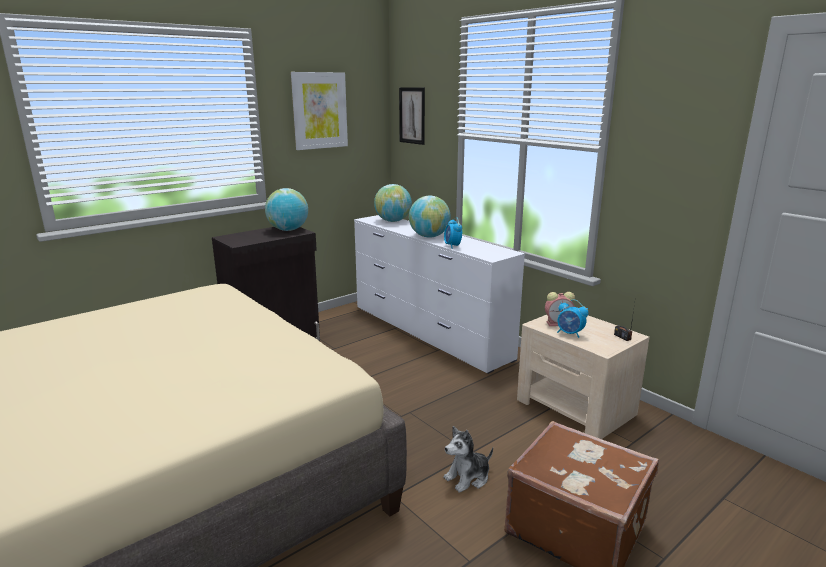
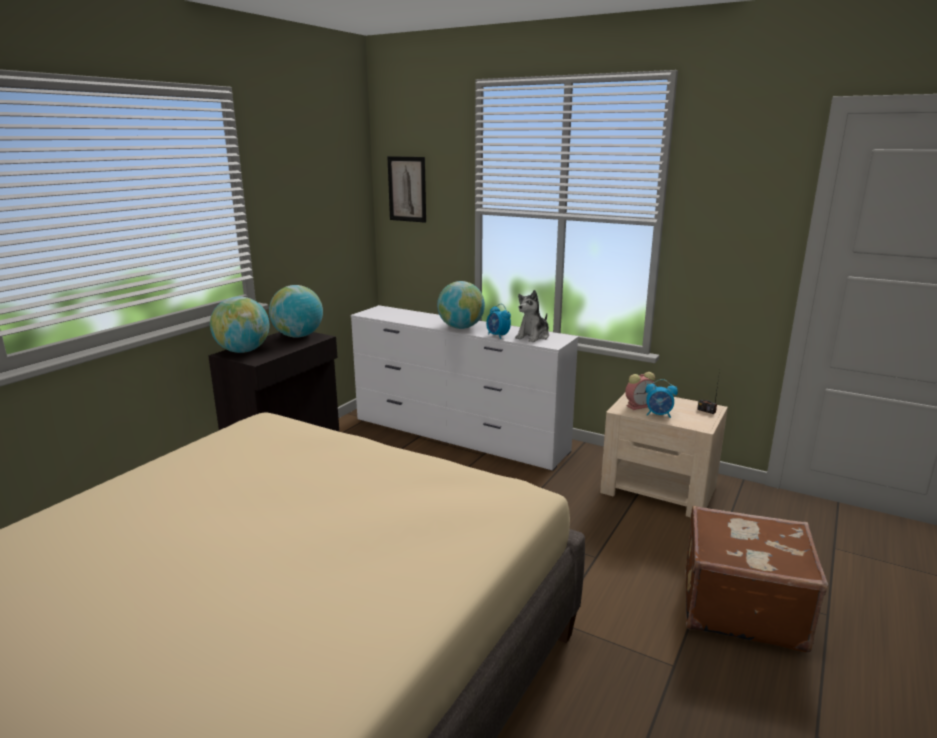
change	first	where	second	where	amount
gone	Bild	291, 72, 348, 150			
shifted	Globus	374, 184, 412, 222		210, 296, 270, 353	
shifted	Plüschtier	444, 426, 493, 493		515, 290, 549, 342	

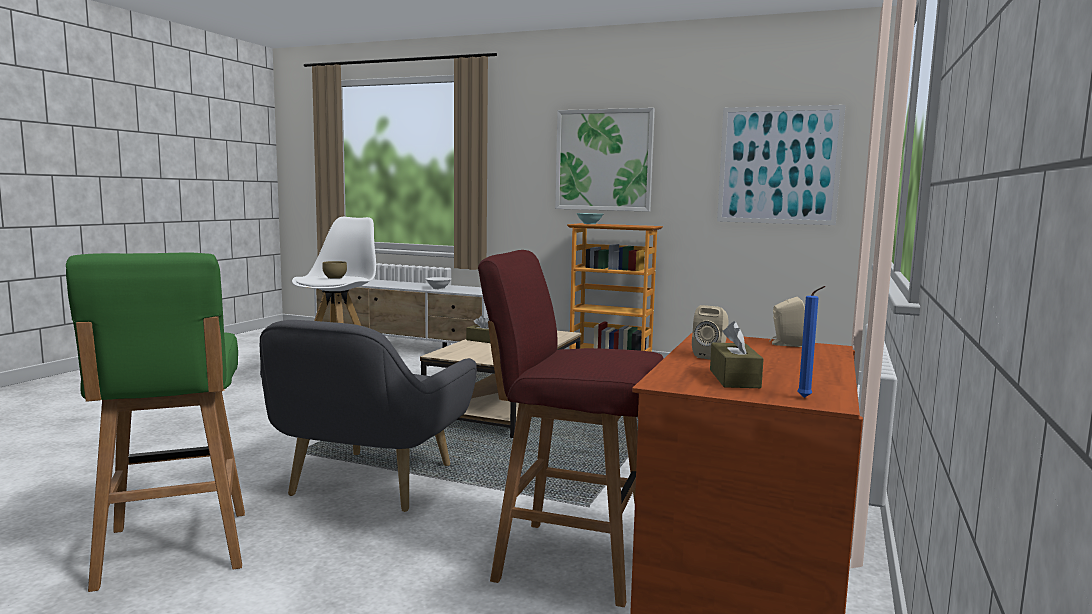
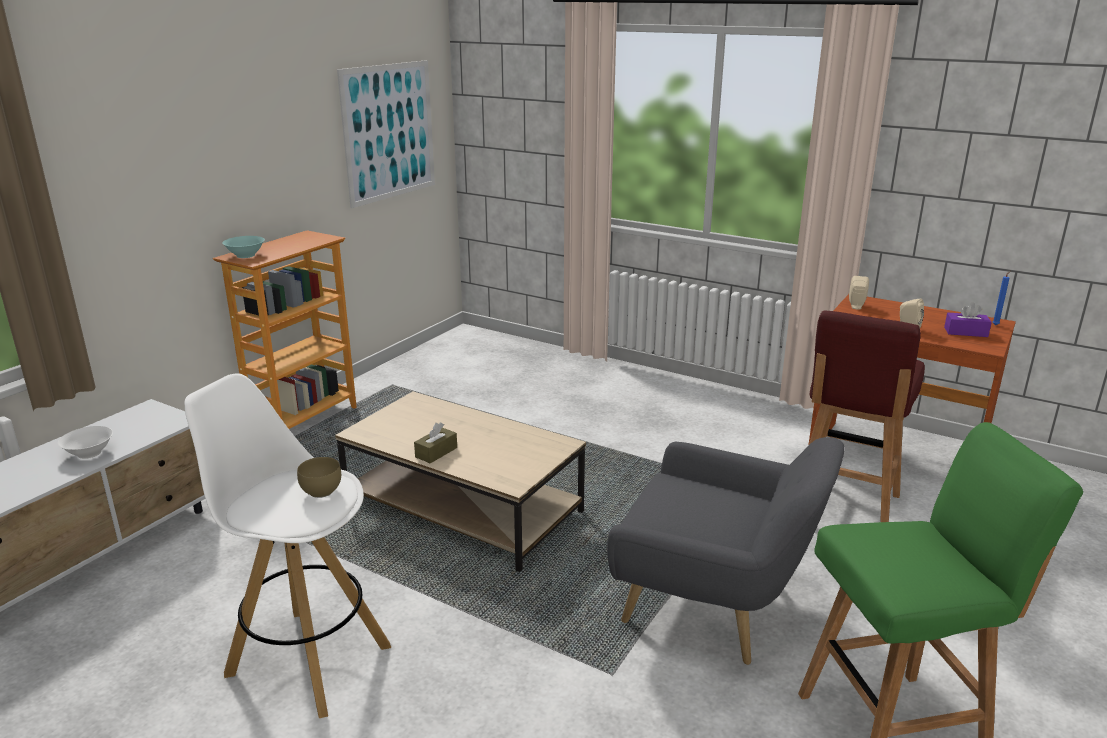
change	first	where	second	where	amount
gone	Bild	555, 108, 655, 212			
repainted	Taschentuchbox [braun]	710, 321, 764, 388	Taschentuchbox [lila]	944, 302, 992, 337	

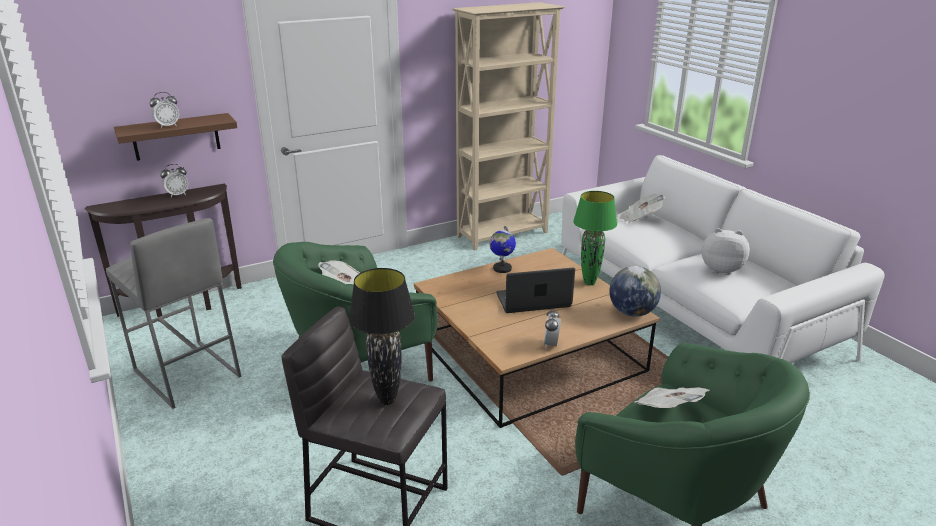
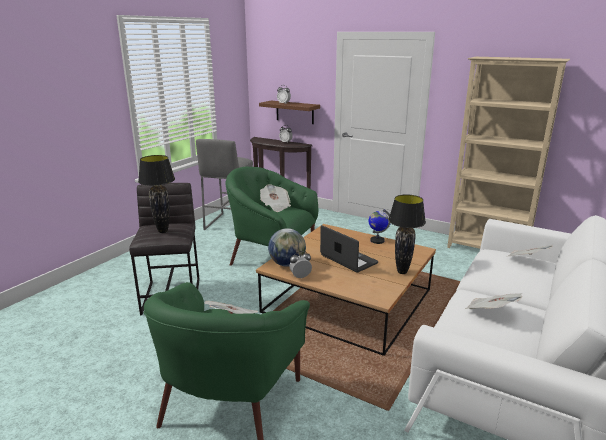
change	first	where	second	where	amount
repainted	Tischlampe [grün]	573, 191, 617, 285	Tischlampe [schwarz]	388, 194, 426, 274	
shifted	Globus	609, 266, 661, 317		268, 228, 306, 267	
swapped	Plüschtier	701, 228, 750, 275	Zeitung	465, 293, 523, 309	

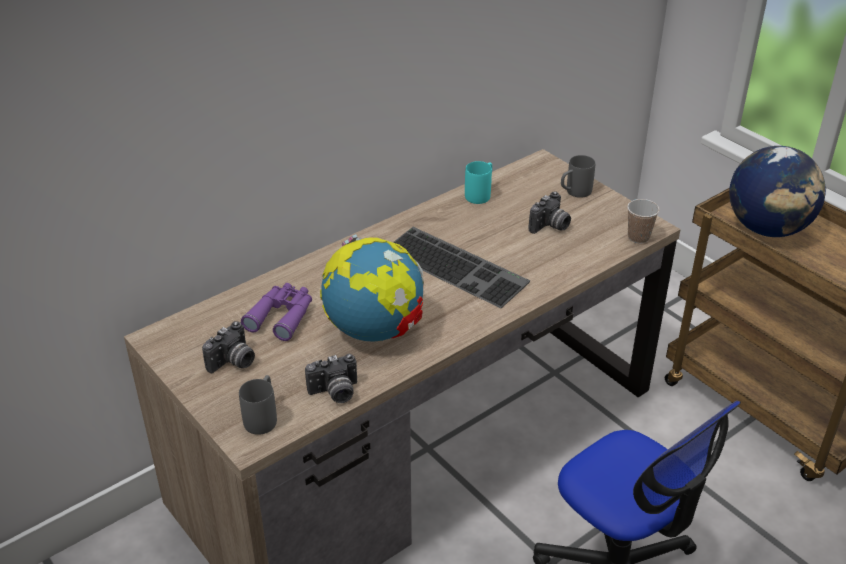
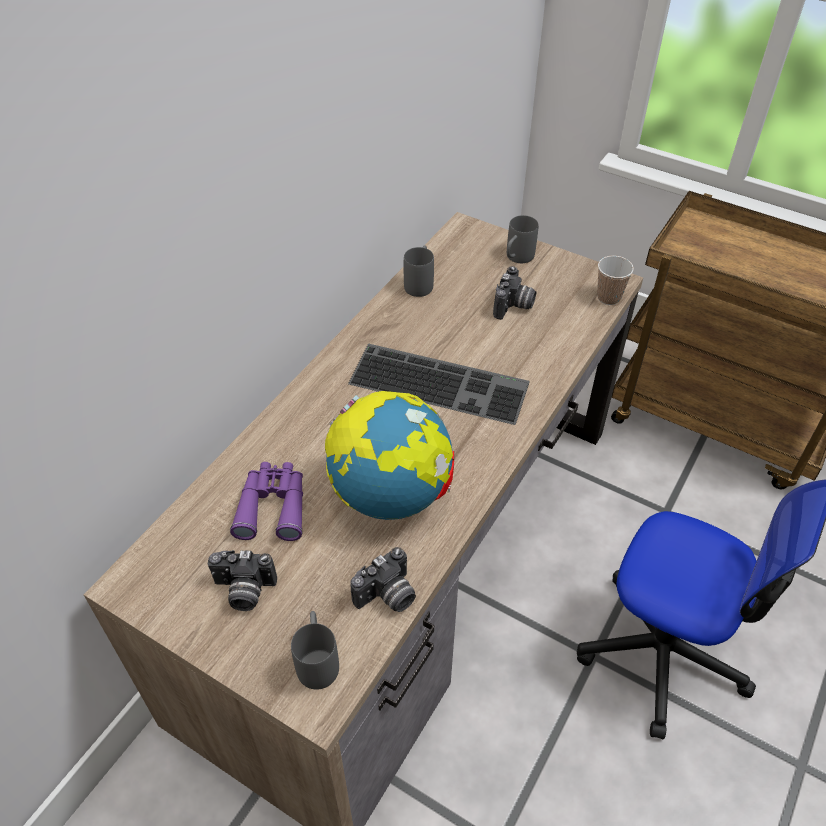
change	first	where	second	where	amount
rotated	Kamera	202, 321, 255, 373		208, 550, 277, 611	75 degrees clockwise
repainted	Henkelbecher [türkis]	465, 161, 492, 204	Henkelbecher [grau]	404, 245, 434, 297	
gone	Globus	729, 146, 826, 237			

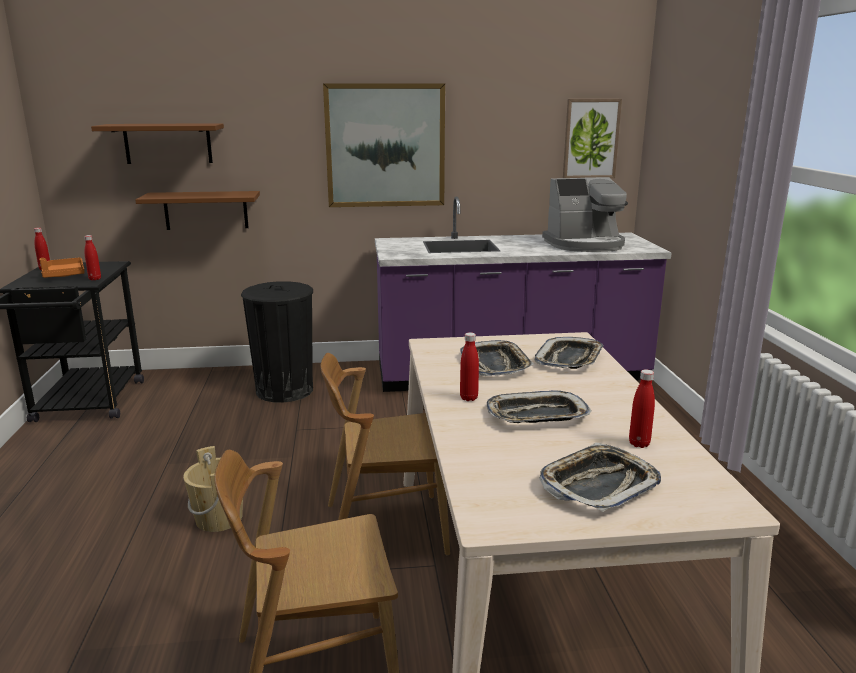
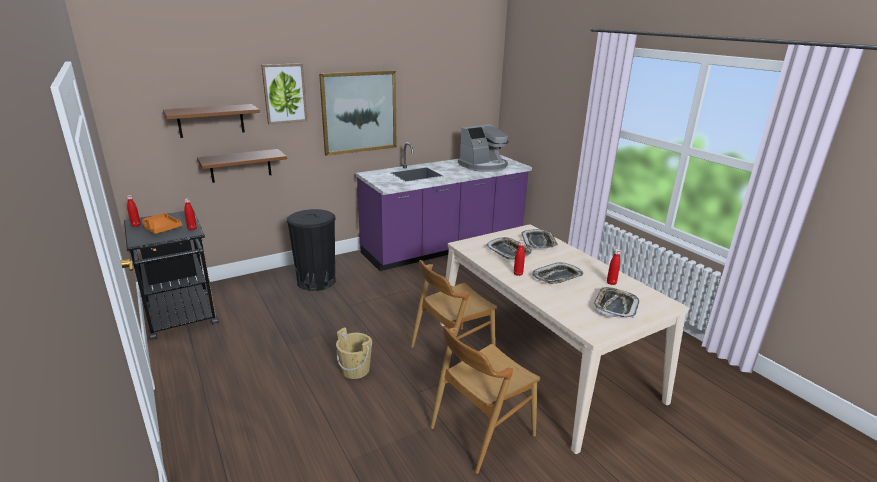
change	first	where	second	where	amount
shifted	Bild	563, 99, 622, 178		261, 63, 308, 124	

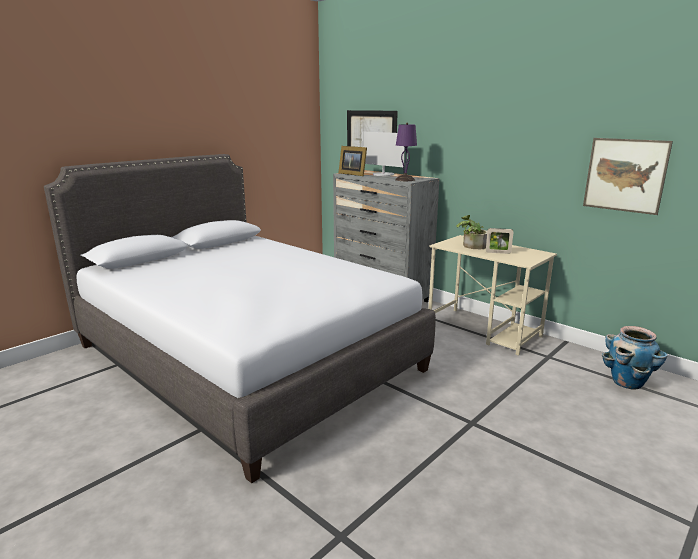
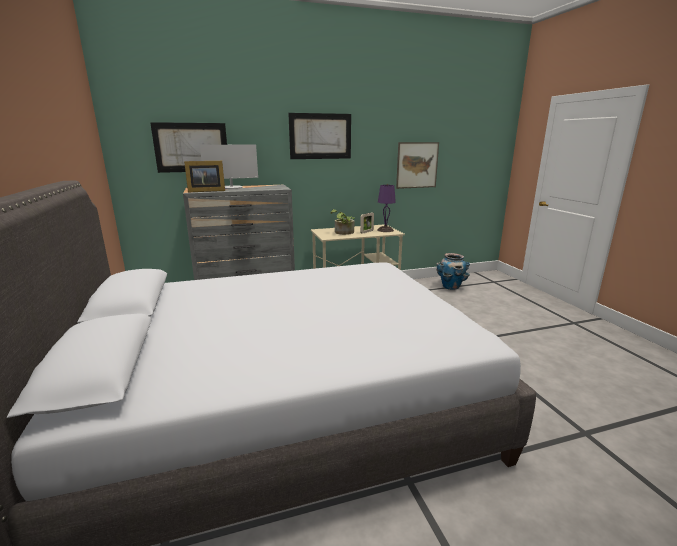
change	first	where	second	where	amount
shifted	Tischlampe [lila]	395, 123, 417, 181		377, 184, 396, 232	
new			Bild	288, 113, 351, 159	

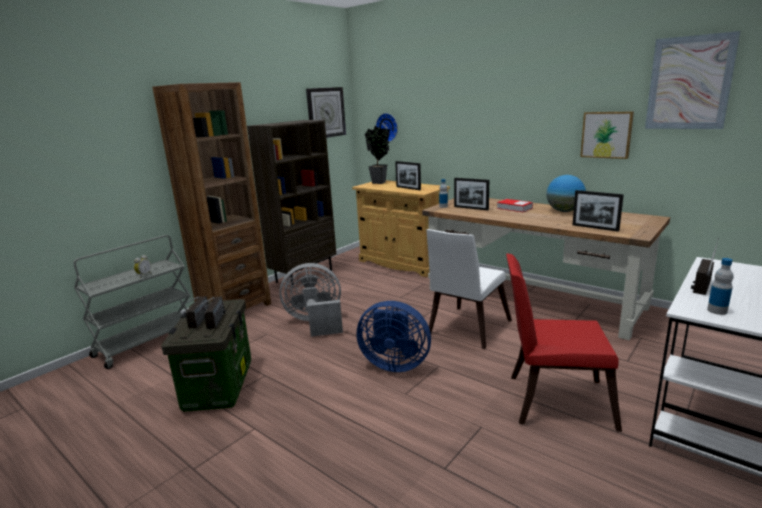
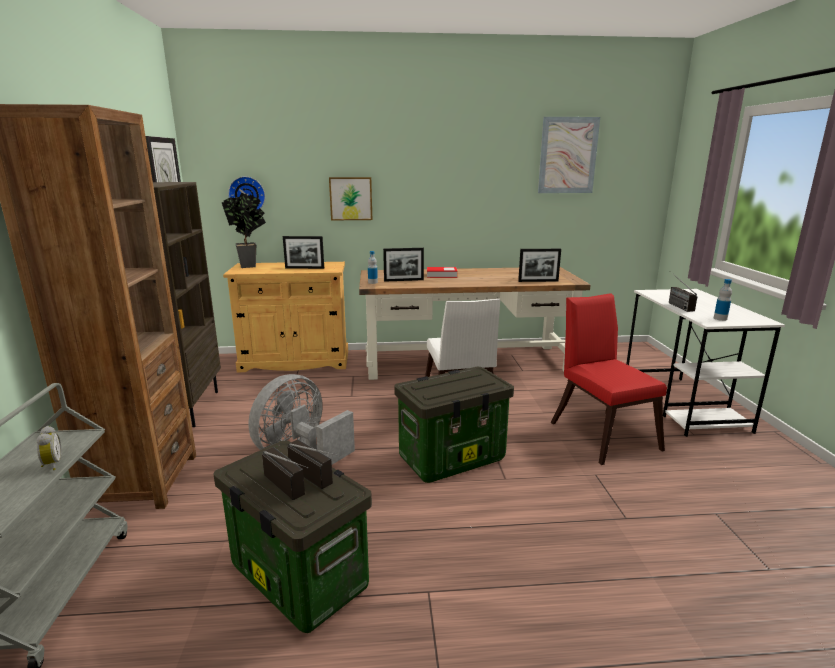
change	first	where	second	where	amount
swapped	Ventilator [blau]	357, 301, 431, 372	Aufbewahrungsbox	394, 367, 514, 483	
rotated	Stuhl [rot]	506, 253, 622, 432		550, 293, 667, 465	105 degrees clockwise
gone	Globus	546, 175, 586, 212			
shifted	Bild	580, 111, 634, 159		329, 177, 372, 220	

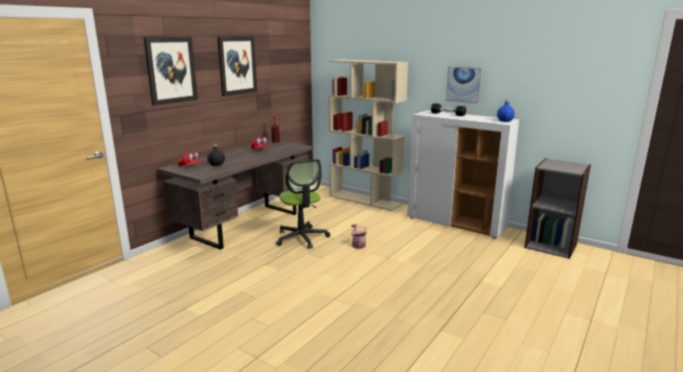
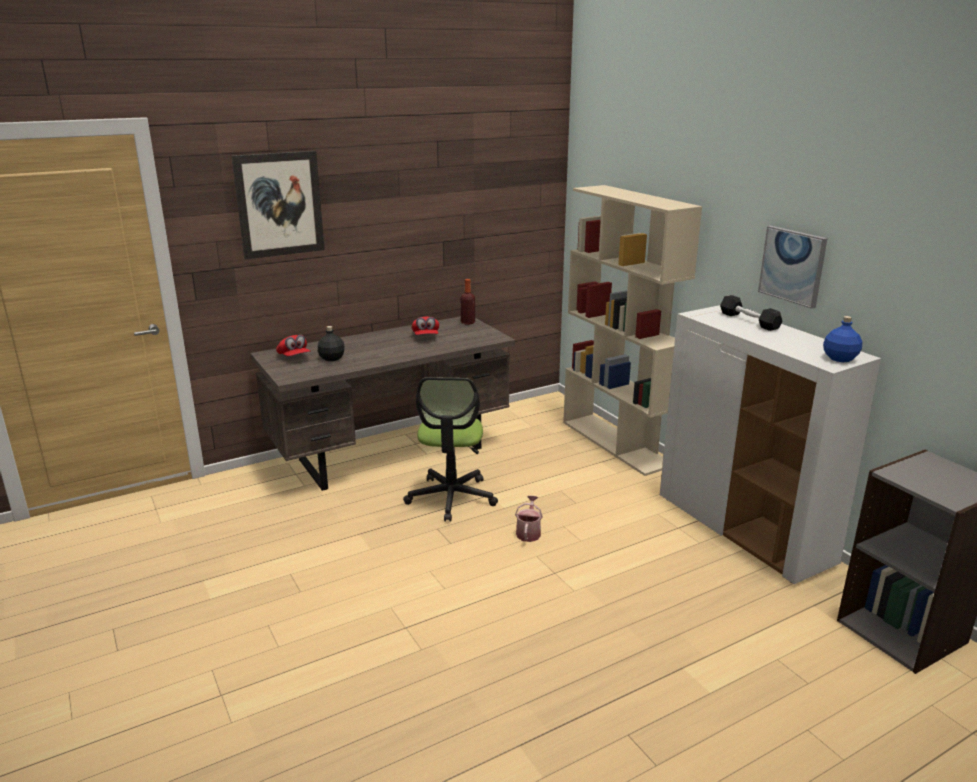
change	first	where	second	where	amount
gone	Bild	217, 36, 257, 96			

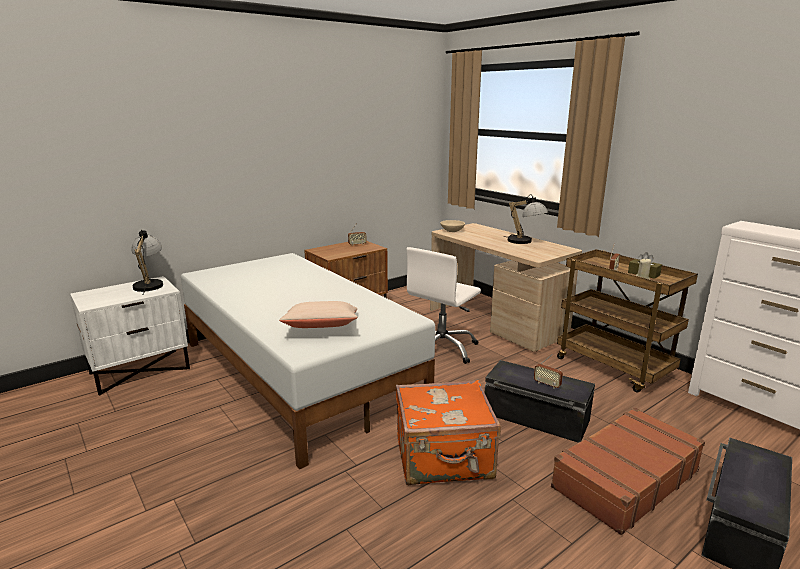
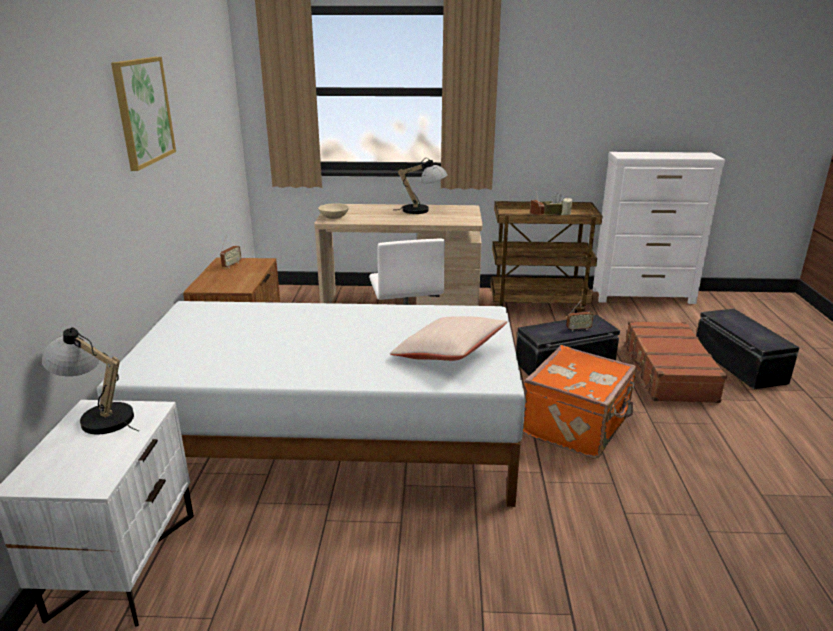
change	first	where	second	where	amount
new			Bild	111, 57, 176, 171	

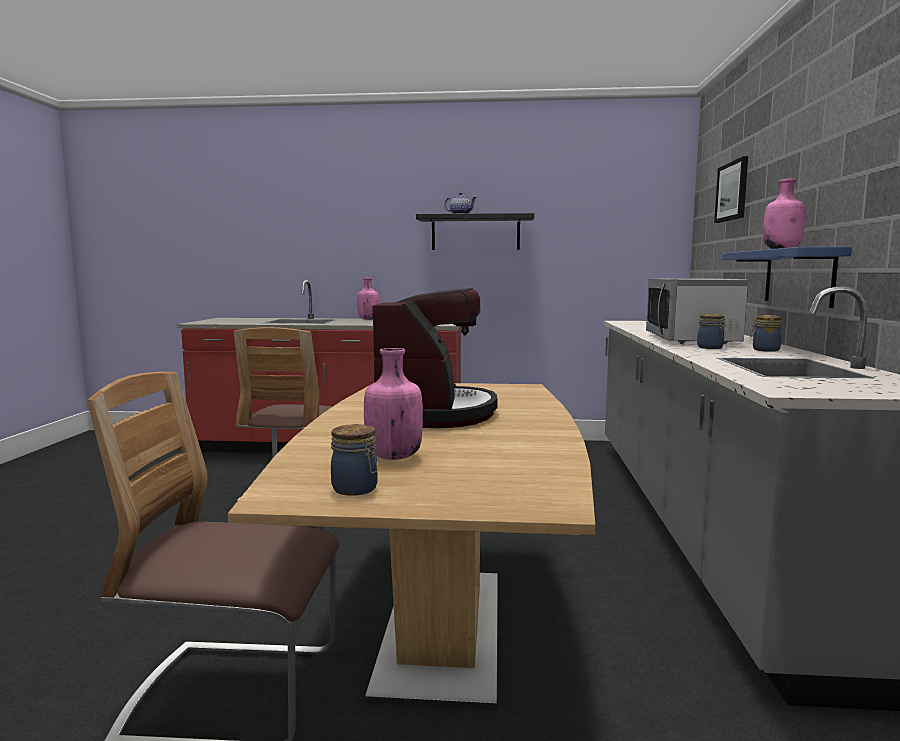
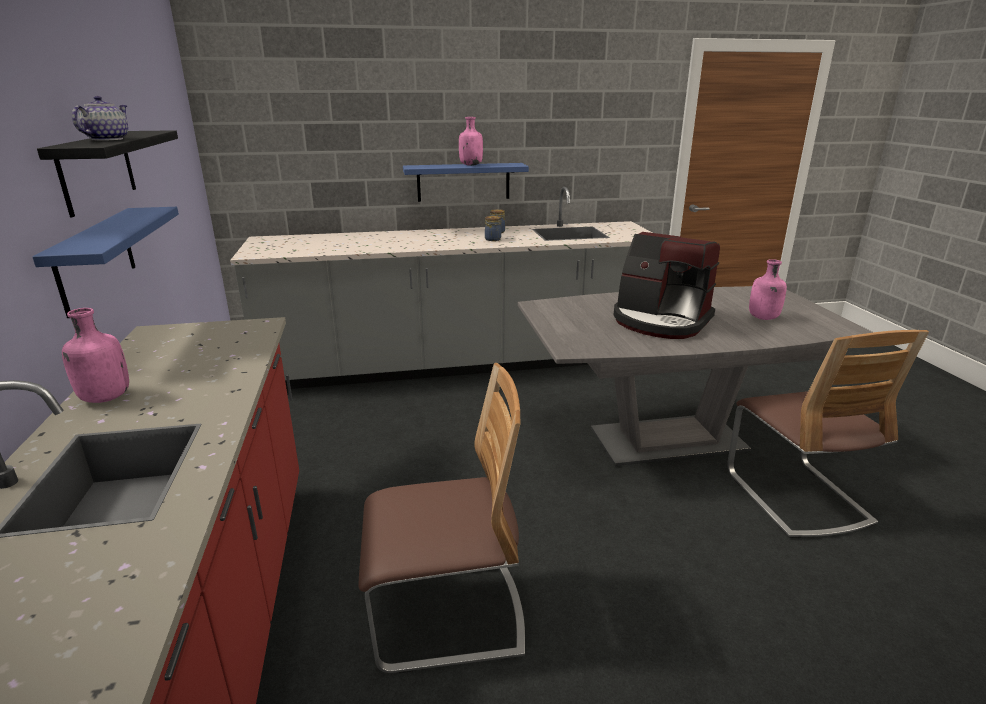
change	first	where	second	where	amount
repainted	Esstisch [braun]	228, 383, 595, 709	Esstisch [grau]	518, 286, 873, 466	
gone	Vorratsglas	331, 424, 378, 496			
rotated	Kaffeemaschine	372, 288, 497, 428		613, 232, 720, 339	135 degrees counterclockwise
gone	Mikrowelle	646, 278, 748, 344			
gone	Bild	714, 156, 748, 223			
new			Wandregal [blau]	33, 207, 179, 318	

